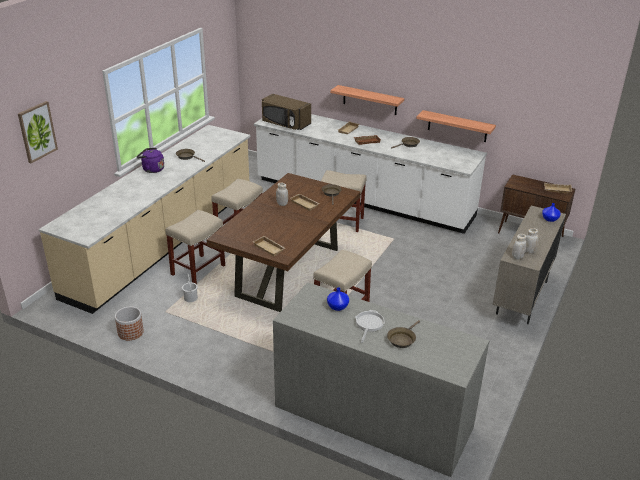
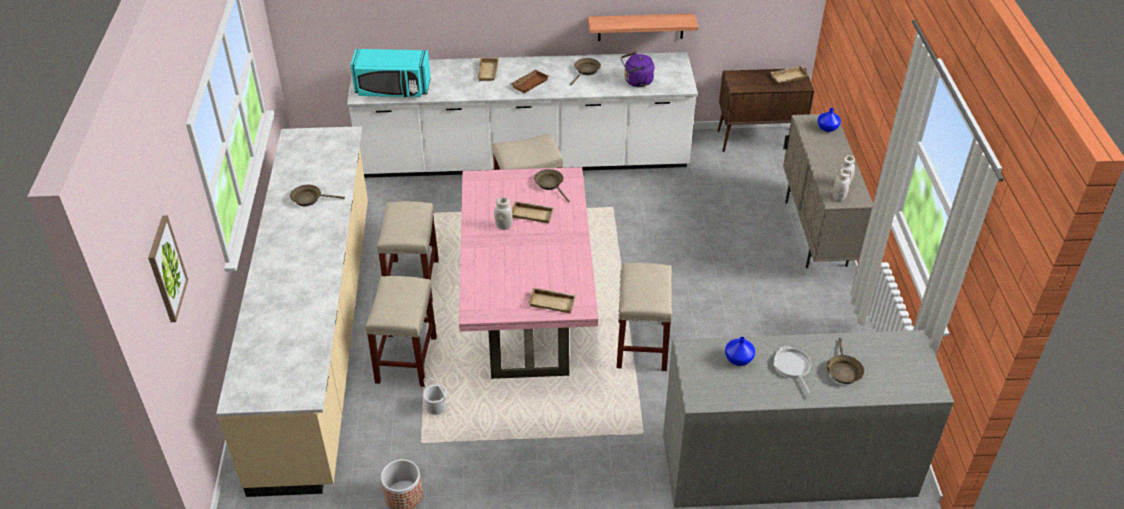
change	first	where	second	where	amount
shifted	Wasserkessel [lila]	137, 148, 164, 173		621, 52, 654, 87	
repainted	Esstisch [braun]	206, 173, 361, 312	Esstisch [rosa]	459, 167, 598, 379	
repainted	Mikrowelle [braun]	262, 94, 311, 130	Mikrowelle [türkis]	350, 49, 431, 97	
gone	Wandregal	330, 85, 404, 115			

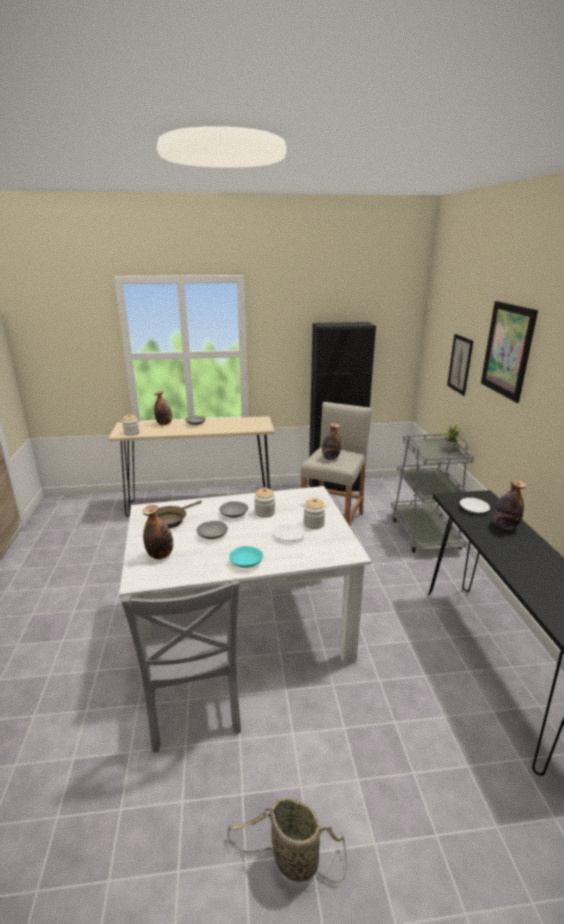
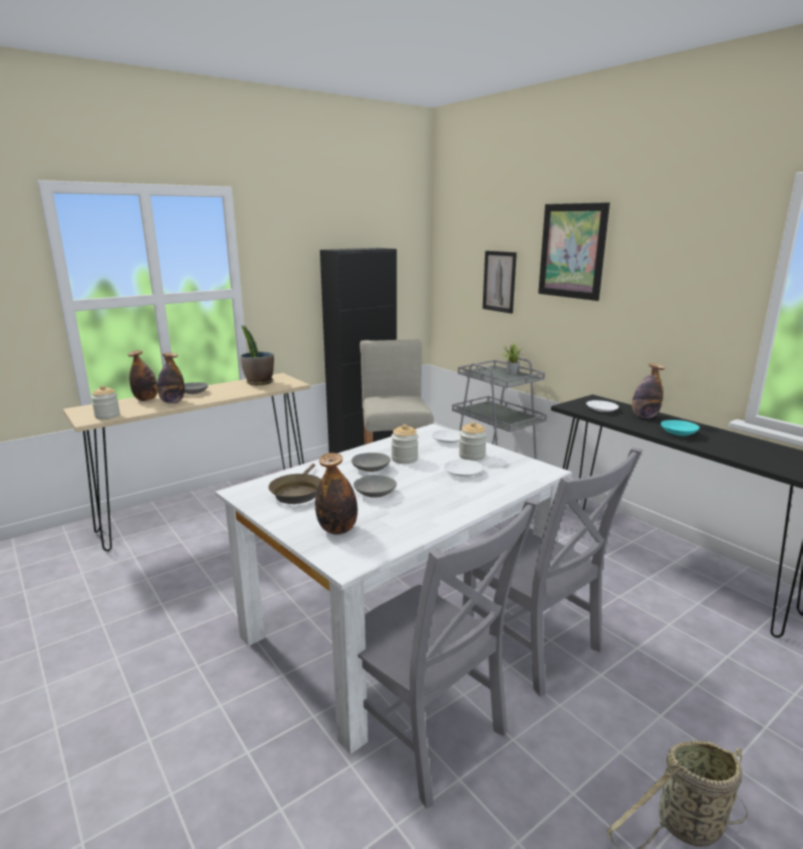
change	first	where	second	where	amount
shifted	Schüssel [türkis]	229, 546, 263, 568		661, 420, 700, 436	
shifted	Flasche	322, 423, 341, 460		157, 353, 185, 403	
new			Topfpflanze	240, 325, 274, 385	
new			Stuhl [grau]	462, 447, 643, 697	

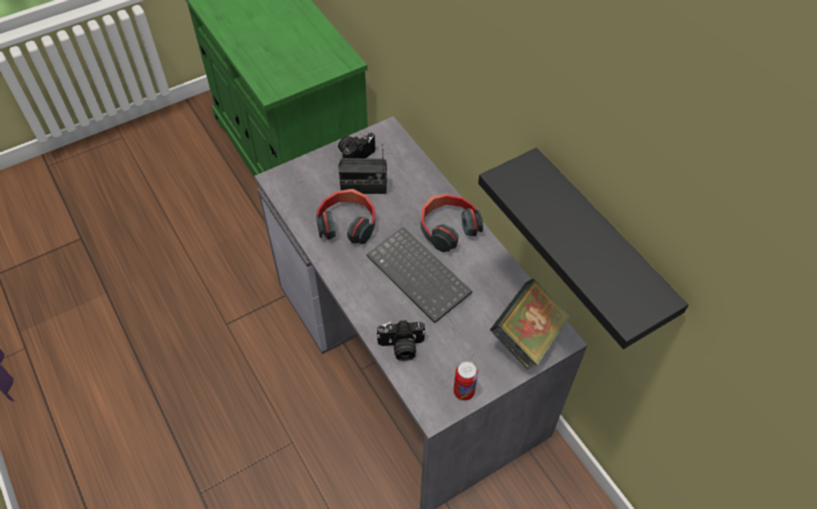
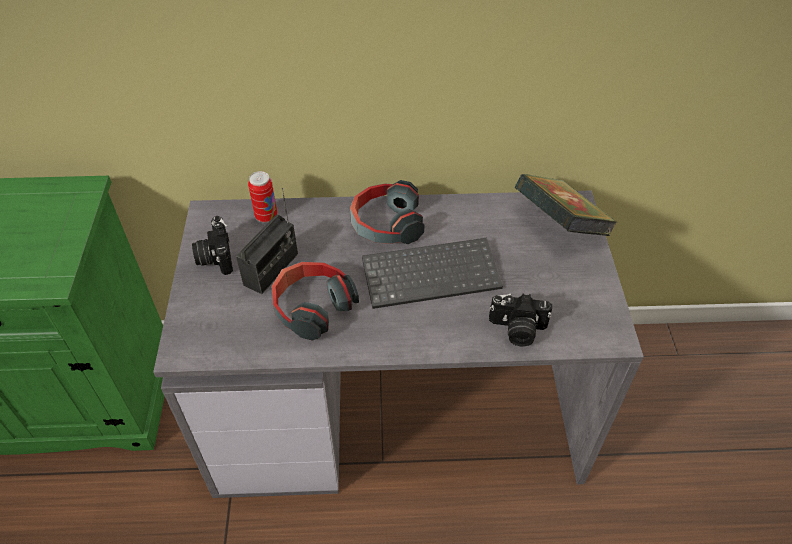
change	first	where	second	where	amount
rotated	Kamera	377, 320, 426, 361		489, 293, 552, 346	75 degrees clockwise
shifted	Dose	453, 361, 478, 401		248, 171, 277, 223	
gone	Wandregal [schwarz]	478, 148, 688, 349			

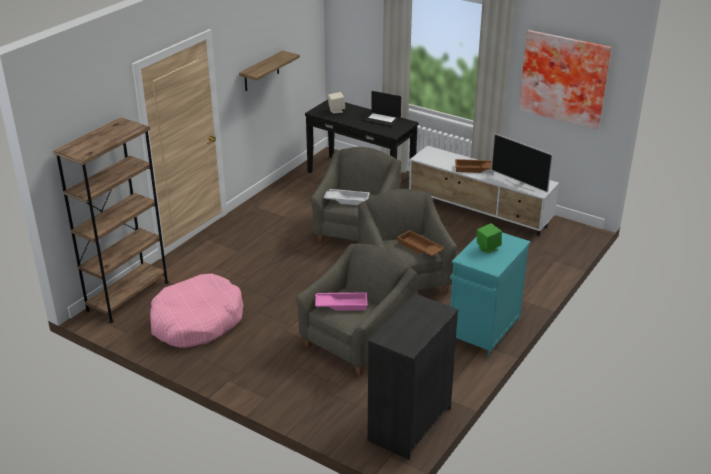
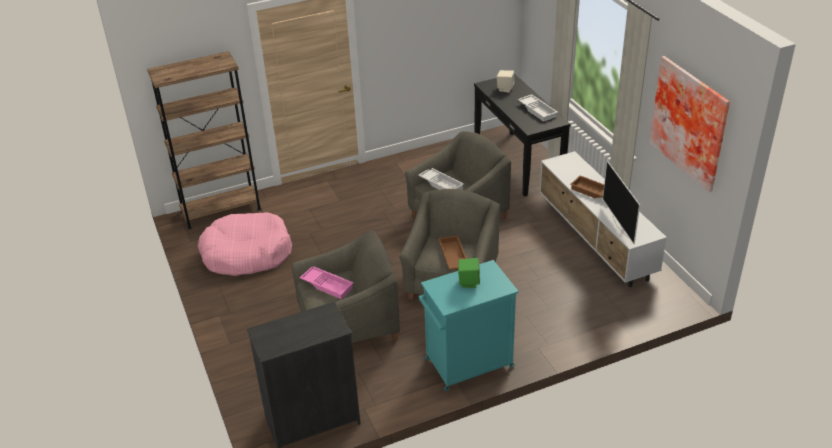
change	first	where	second	where	amount
gone	Wandregal	239, 51, 300, 91			
swapped	Laptop	362, 91, 401, 127	Tablett [weiß]	518, 94, 558, 122	

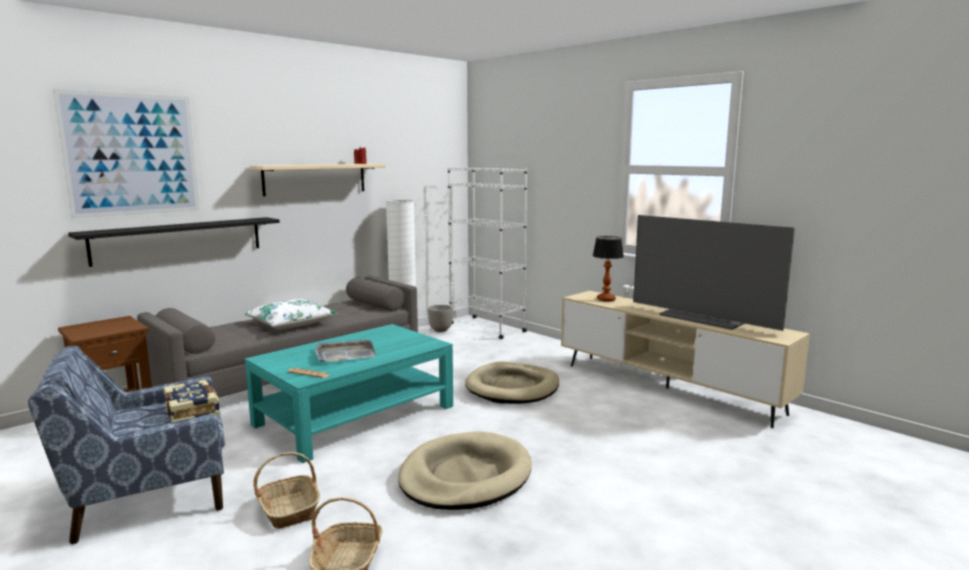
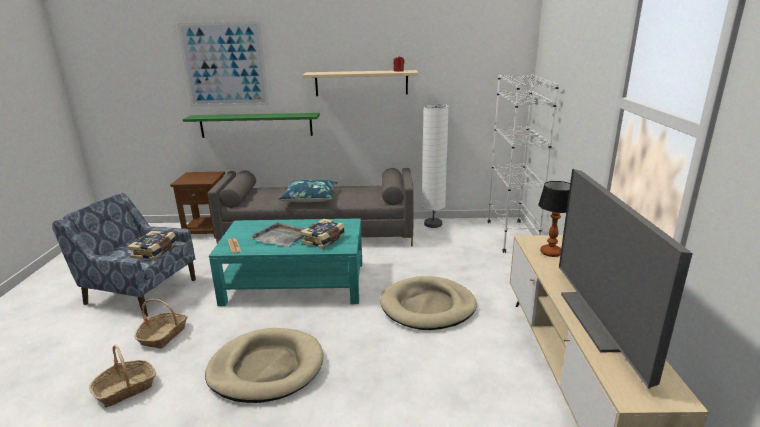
change	first	where	second	where	amount
repainted	Wandregal [schwarz]	68, 217, 280, 267	Wandregal [grün]	183, 113, 320, 138	
repainted	Kissen [weiß]	244, 299, 338, 329	Kissen [blau]	278, 180, 338, 202	
gone	Pflanzkübel	428, 305, 453, 332			
new			Buch	300, 219, 345, 249	

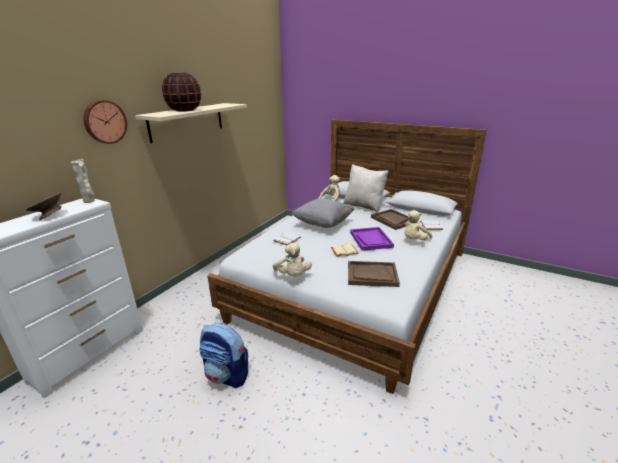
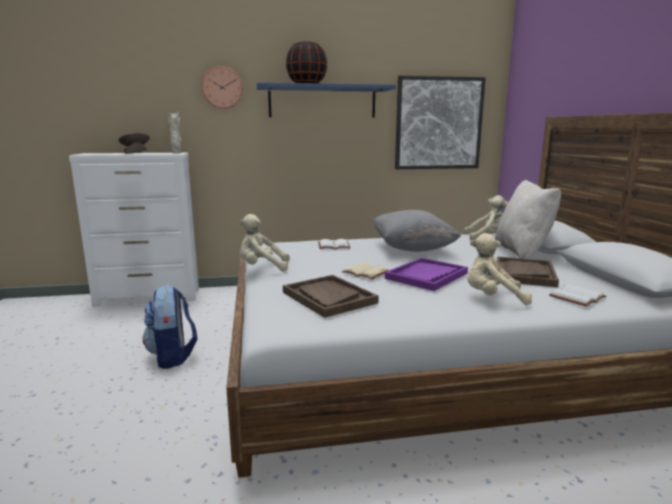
change	first	where	second	where	amount
repainted	Wandregal [beige]	135, 103, 247, 143	Wandregal [blau]	256, 82, 396, 118	
rotated	Plüschtier [beige]	273, 243, 312, 276		239, 214, 289, 271	60 degrees clockwise
new			Bild	395, 76, 486, 169	

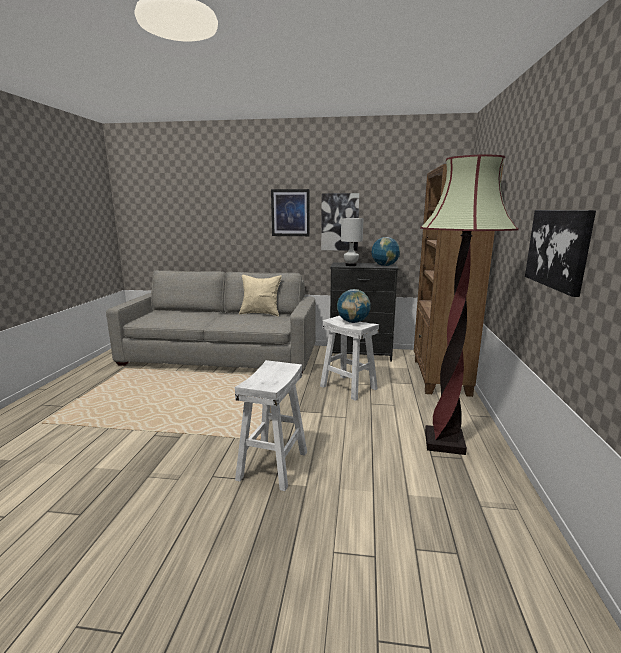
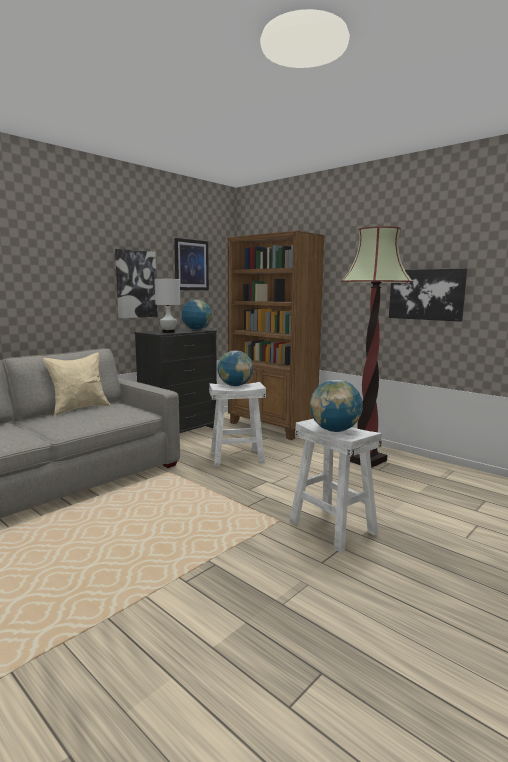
change	first	where	second	where	amount
shifted	Bild	271, 189, 310, 236		174, 238, 209, 290	
new			Globus	310, 379, 363, 432	

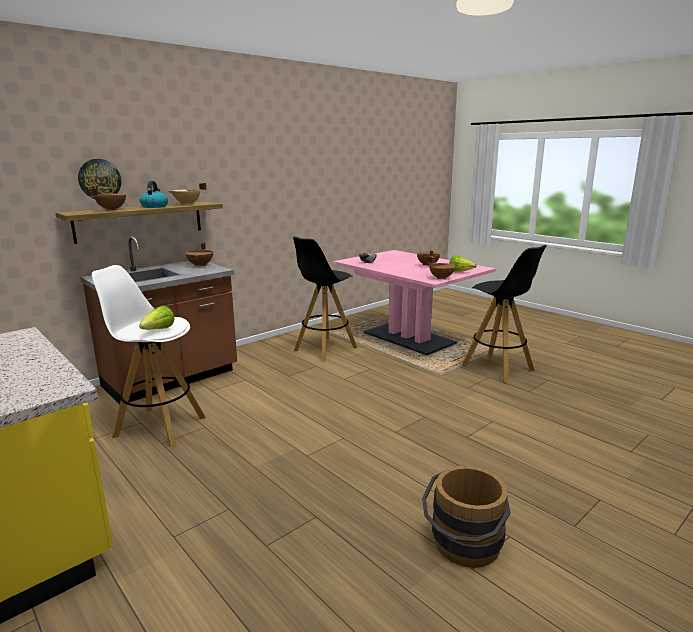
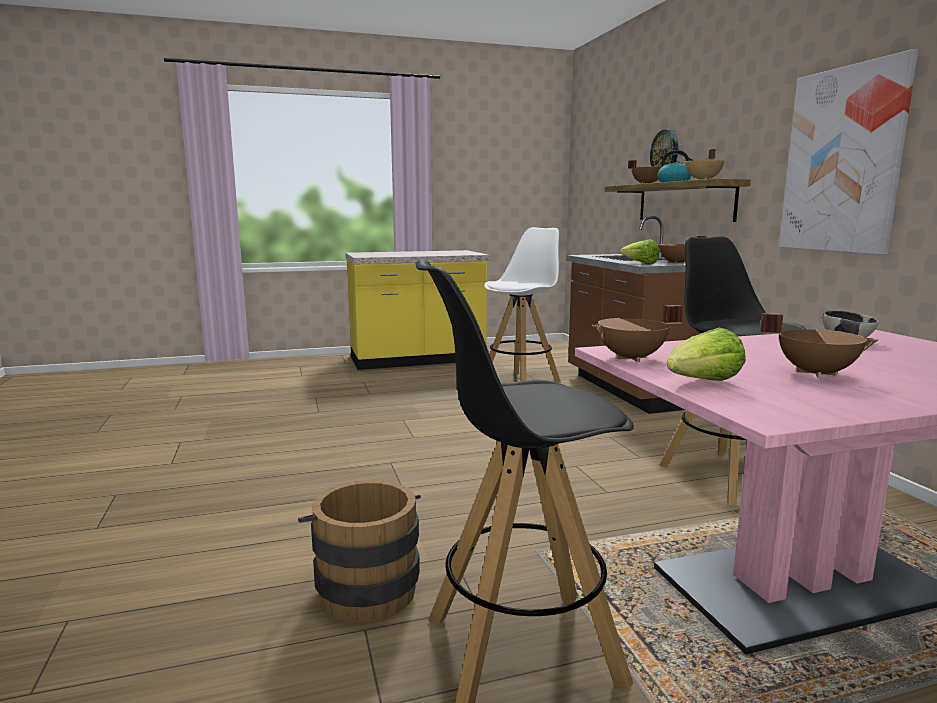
change	first	where	second	where	amount
shifted	Salatkopf	139, 306, 175, 330		620, 239, 659, 265	
shifted	Eimer [braun]	422, 466, 511, 568		298, 480, 421, 623	
new			Bild	779, 49, 918, 255	

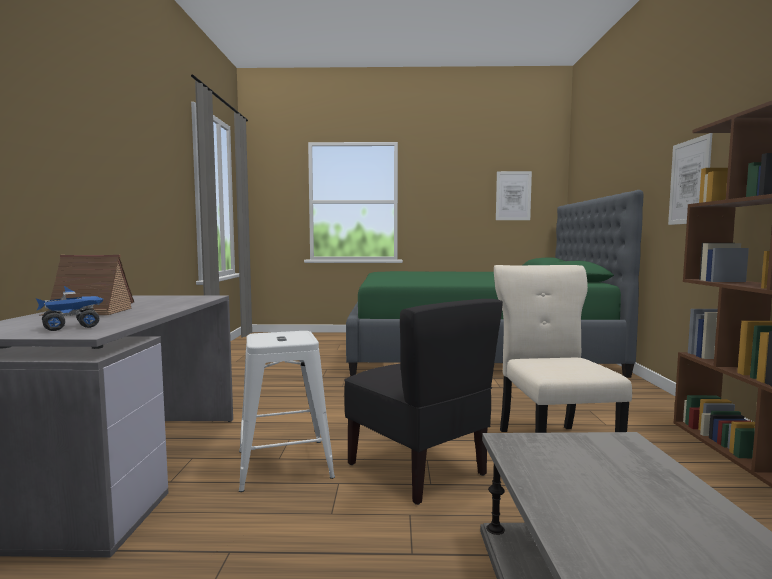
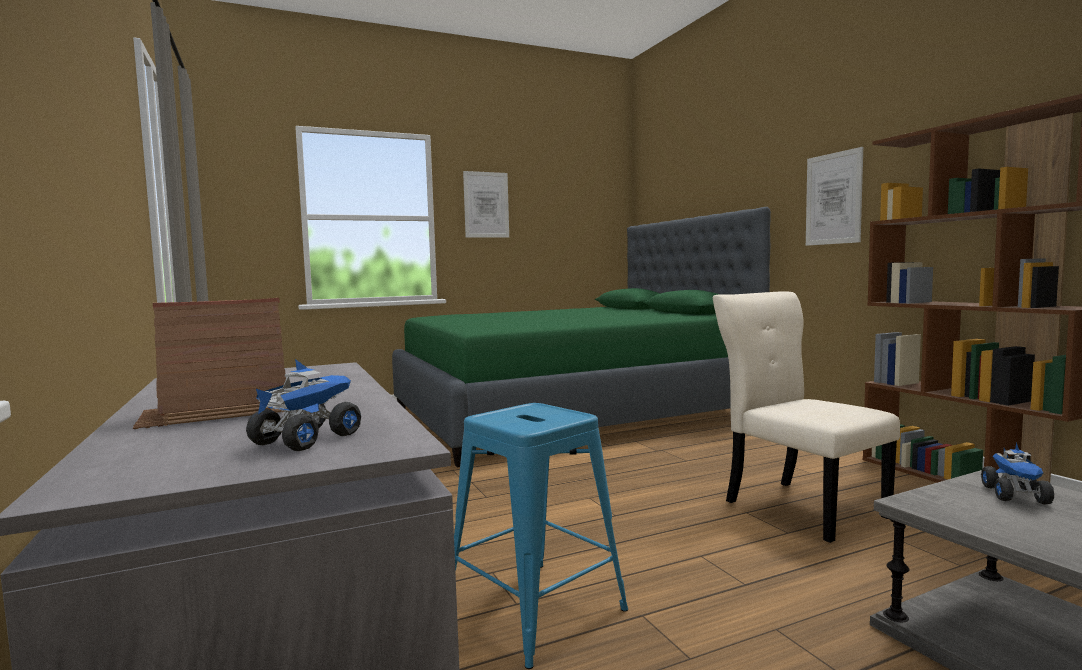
change	first	where	second	where	amount
repainted	Hocker [weiß]	239, 331, 335, 492	Hocker [blau]	454, 403, 628, 669	
gone	Stuhl [schwarz]	344, 299, 503, 505			
shifted	Bild	496, 171, 532, 220		463, 171, 509, 238	
new			Spielzeuglaster	981, 442, 1054, 505	

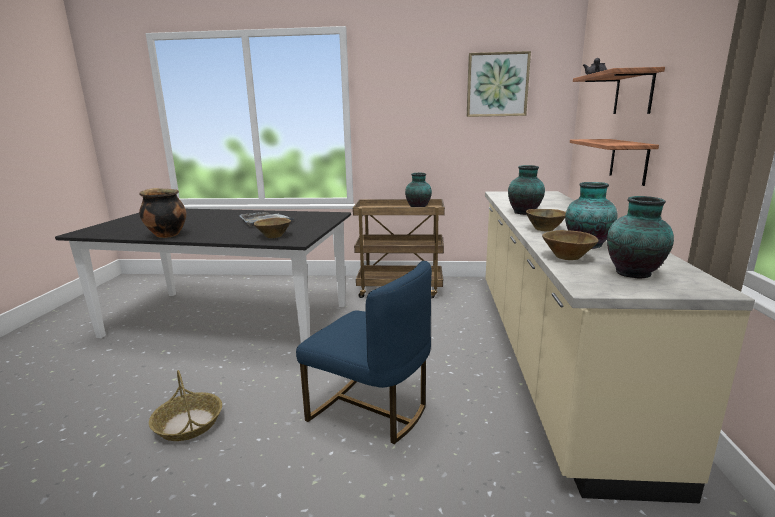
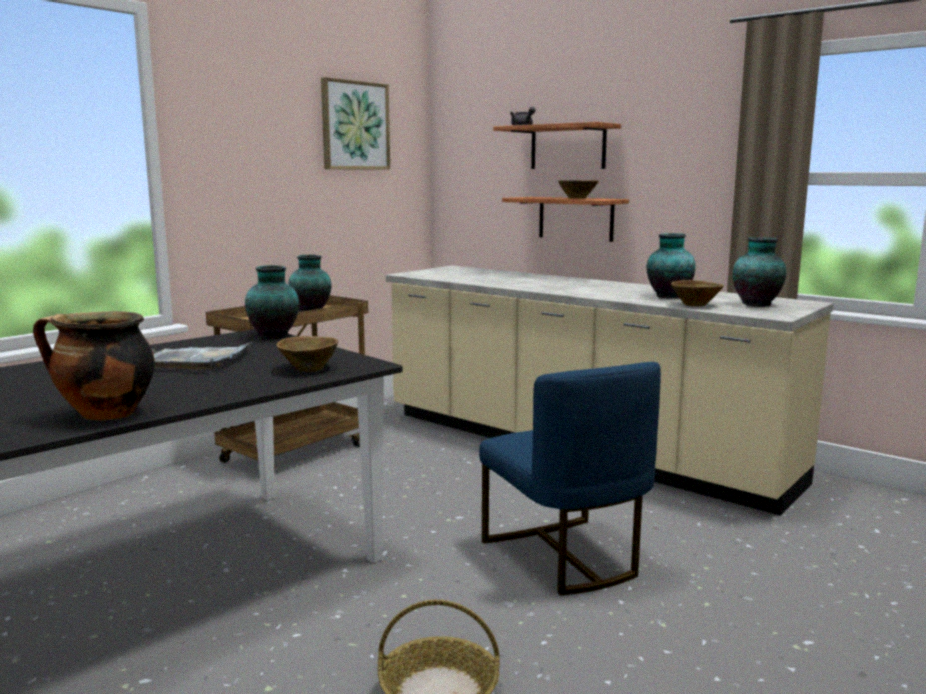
change	first	where	second	where	amount
rotated	Stuhl [blau]	296, 261, 432, 444		479, 362, 661, 595	90 degrees clockwise
shifted	Vase	508, 165, 545, 215		245, 265, 299, 339	
shifted	Schüssel [braun]	526, 209, 566, 231		558, 180, 599, 198	

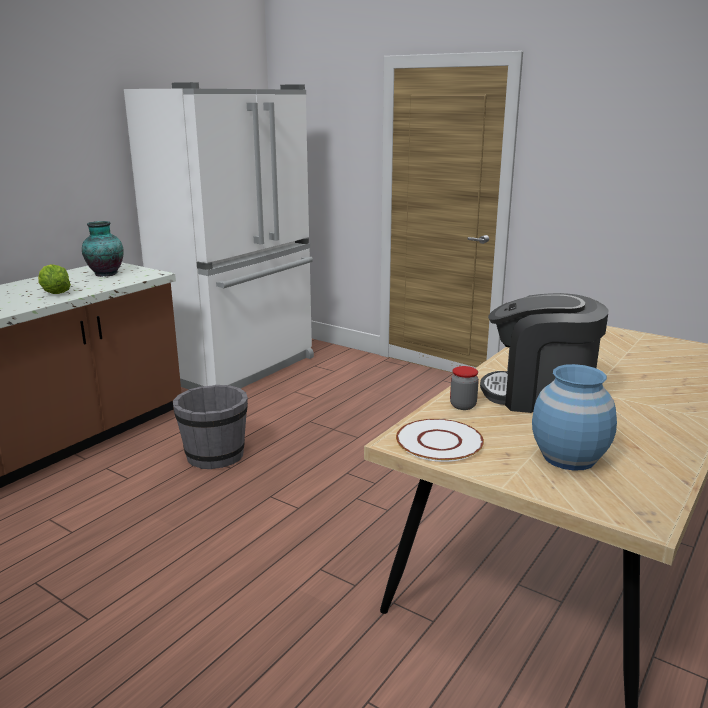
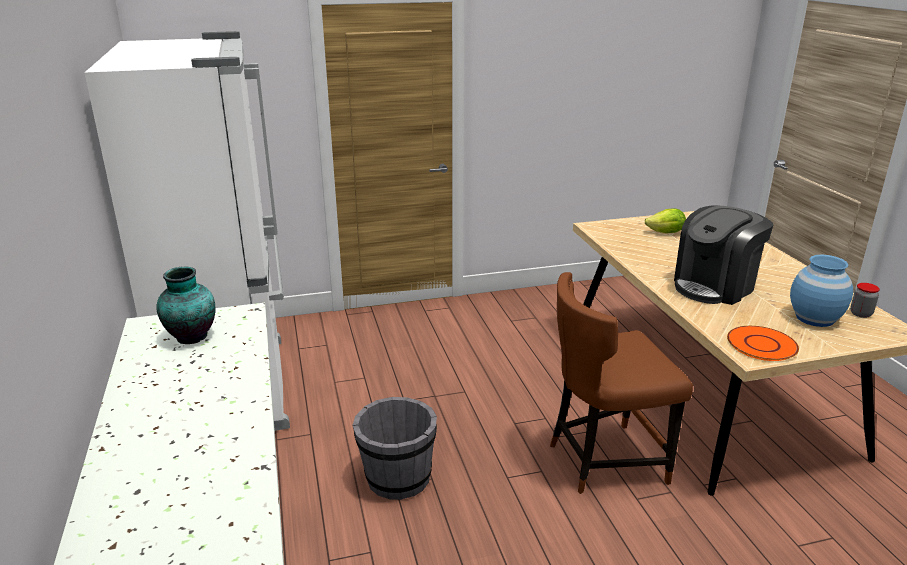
change	first	where	second	where	amount
shifted	Salatkopf	38, 264, 71, 294		645, 208, 686, 233	
repainted	Teller [weiß]	396, 419, 484, 462	Teller [orange]	727, 326, 799, 361	
shifted	Vorratsglas	450, 366, 479, 410		850, 283, 880, 318	
new			Stuhl [braun]	550, 272, 693, 494	

